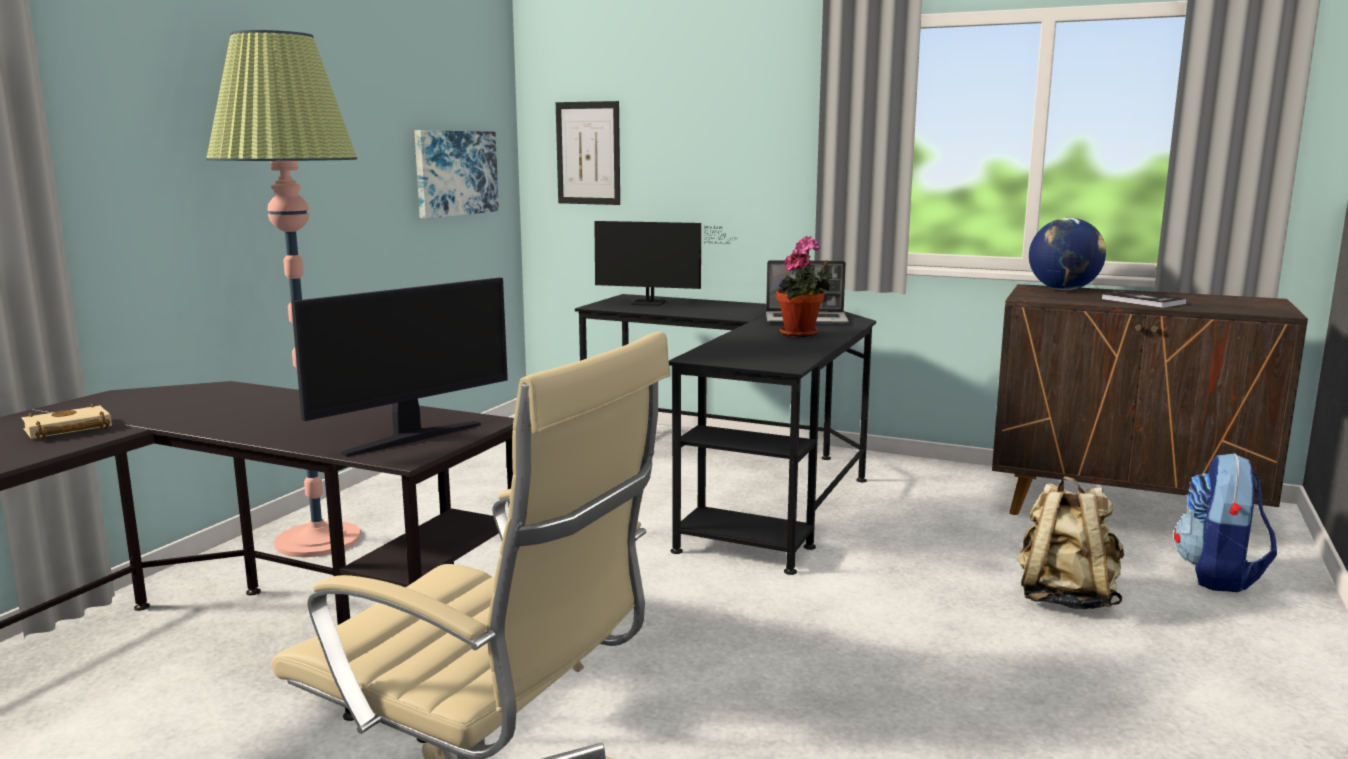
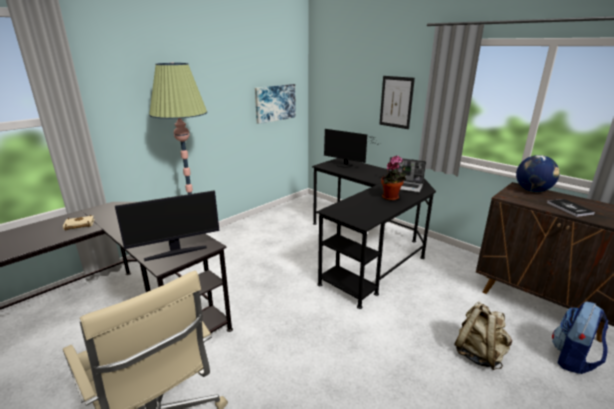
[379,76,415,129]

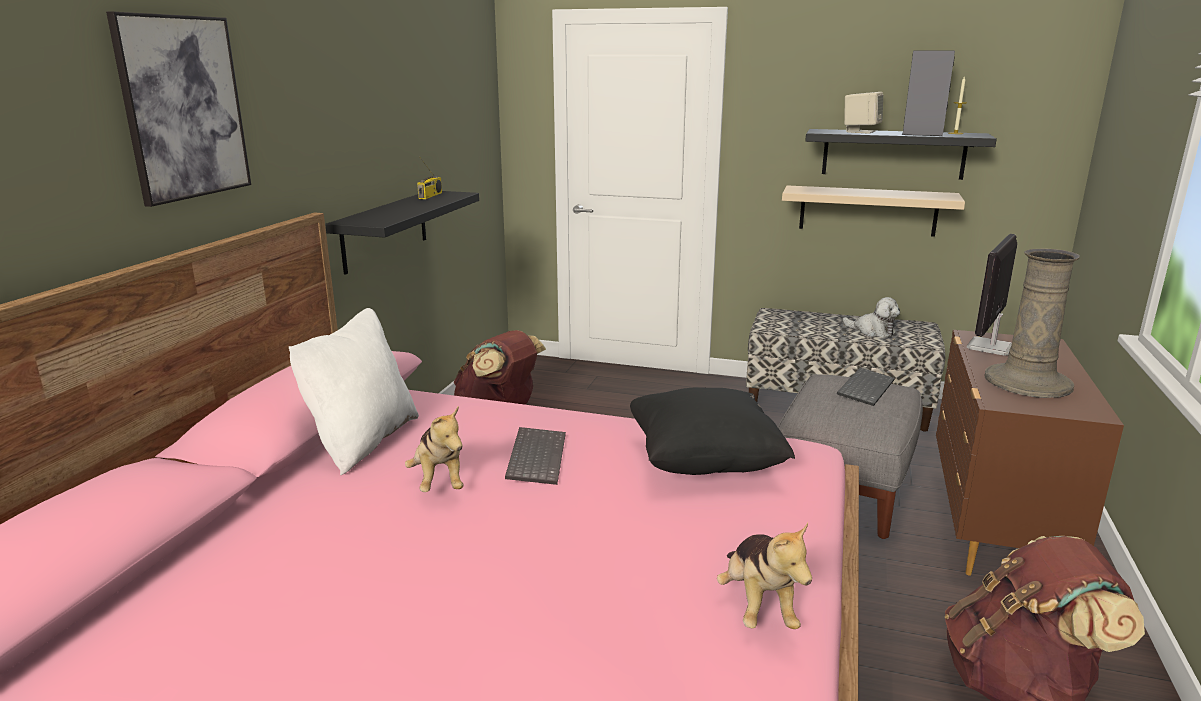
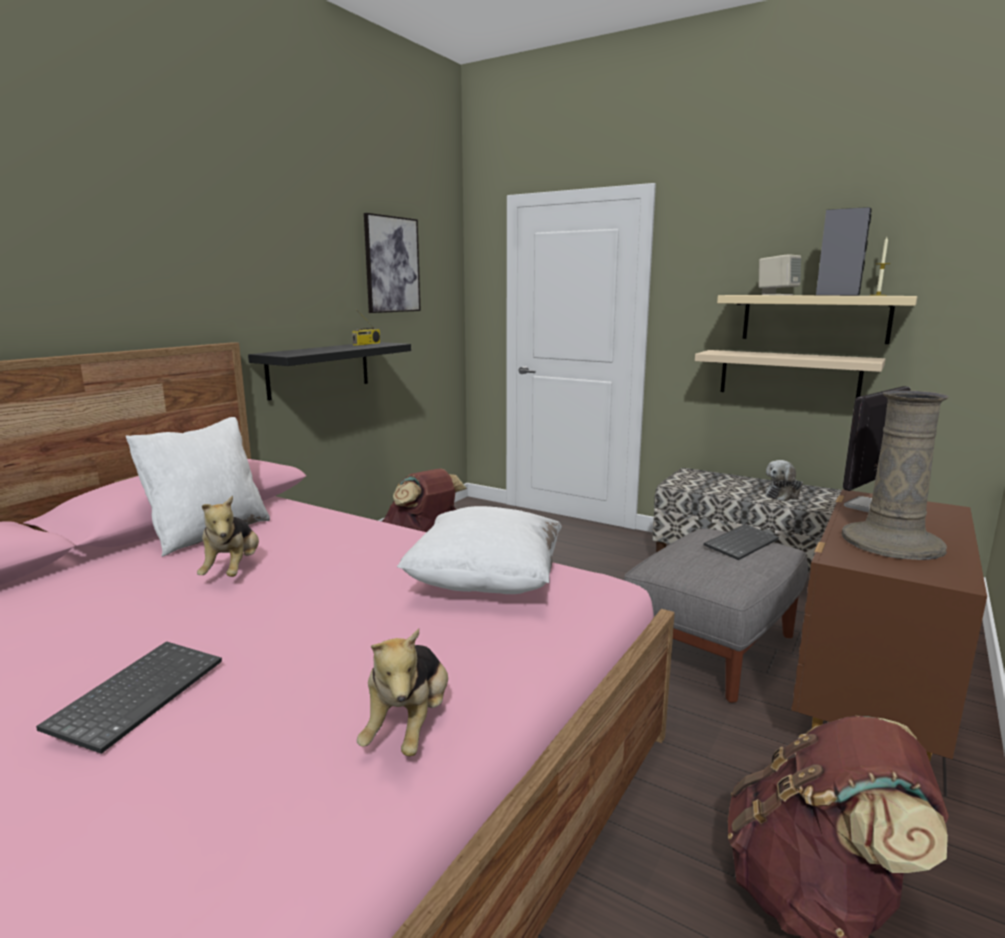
[364,213,421,313]
[36,641,222,754]
[397,506,562,594]
[717,295,917,344]
[765,460,803,501]

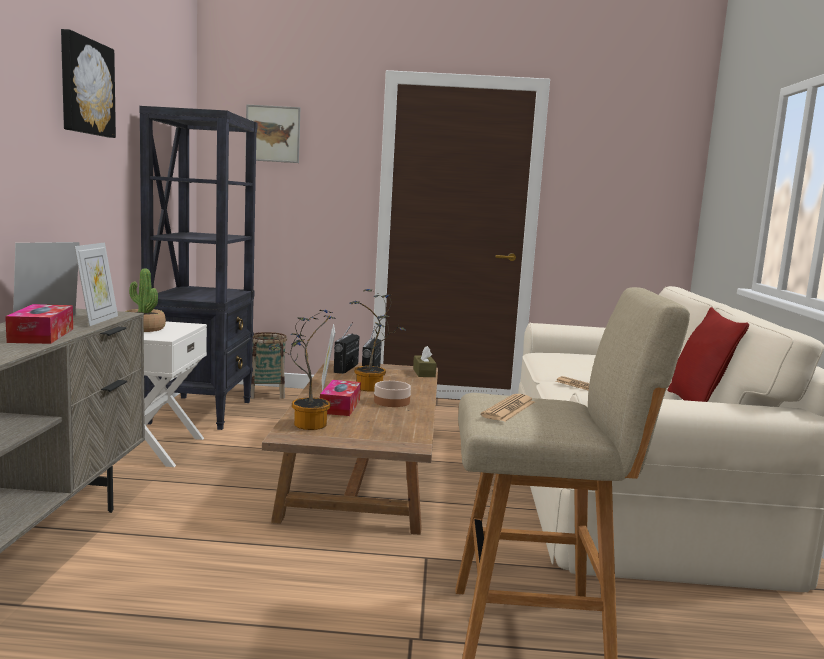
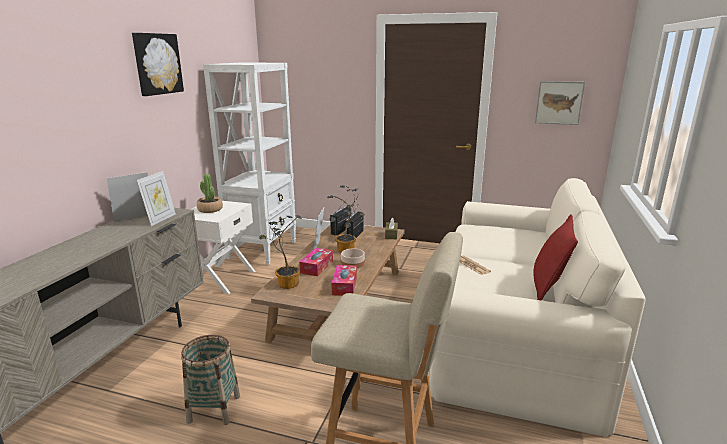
[481,394,535,422] (first image)
[331,265,357,296]
[535,81,585,125]
[181,335,240,425]
[203,62,296,265]

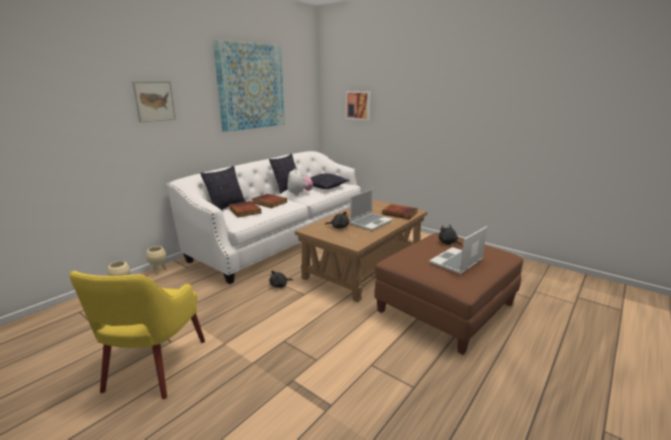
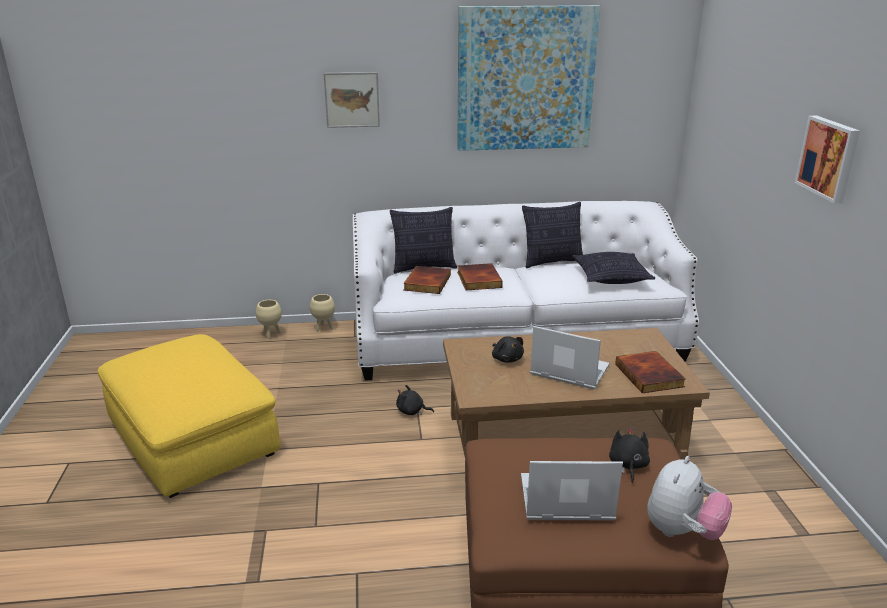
[647,456,732,540]
[795,116,860,204]
[98,334,280,498]
[530,326,609,389]

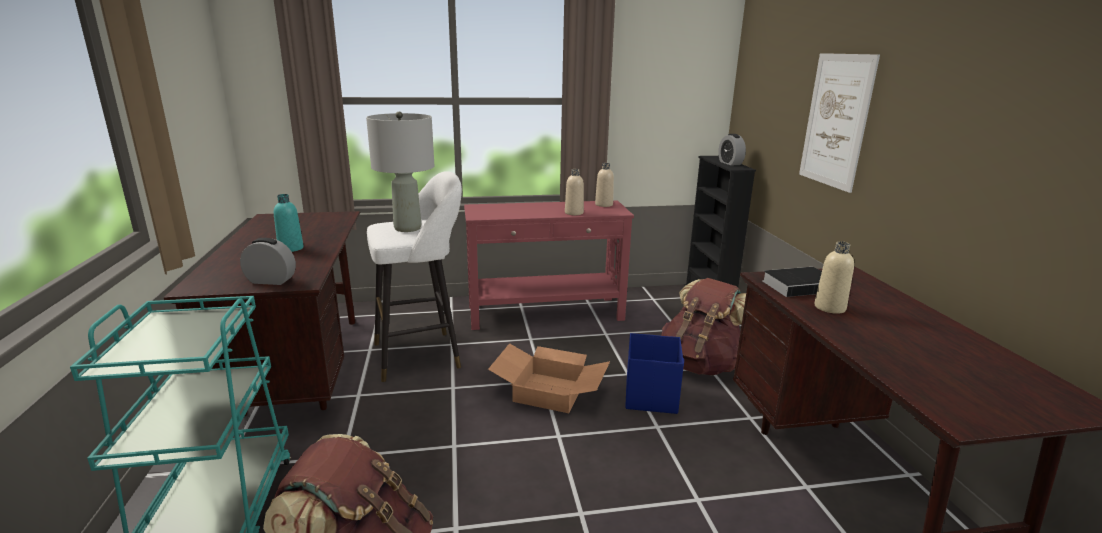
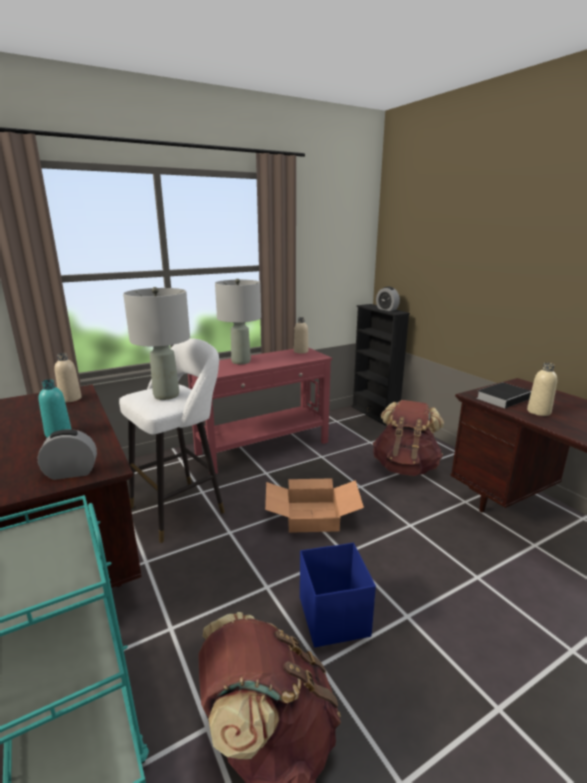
[799,53,880,193] (first image)
[215,279,261,364]
[54,353,81,402]
[300,542,376,647]

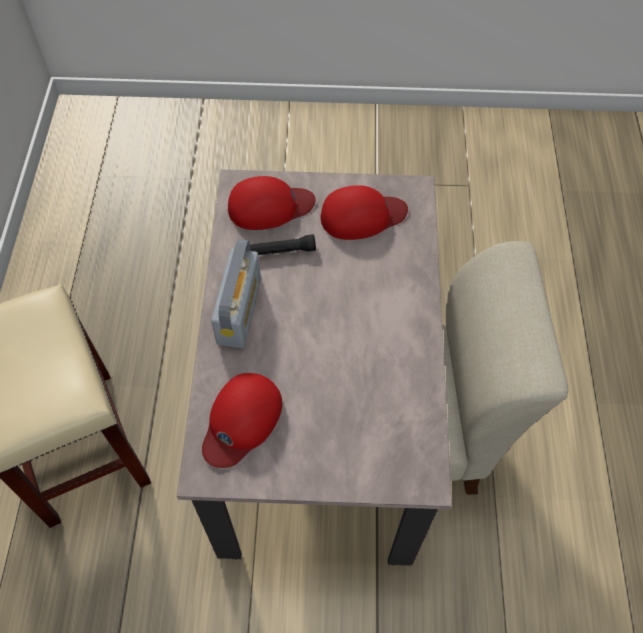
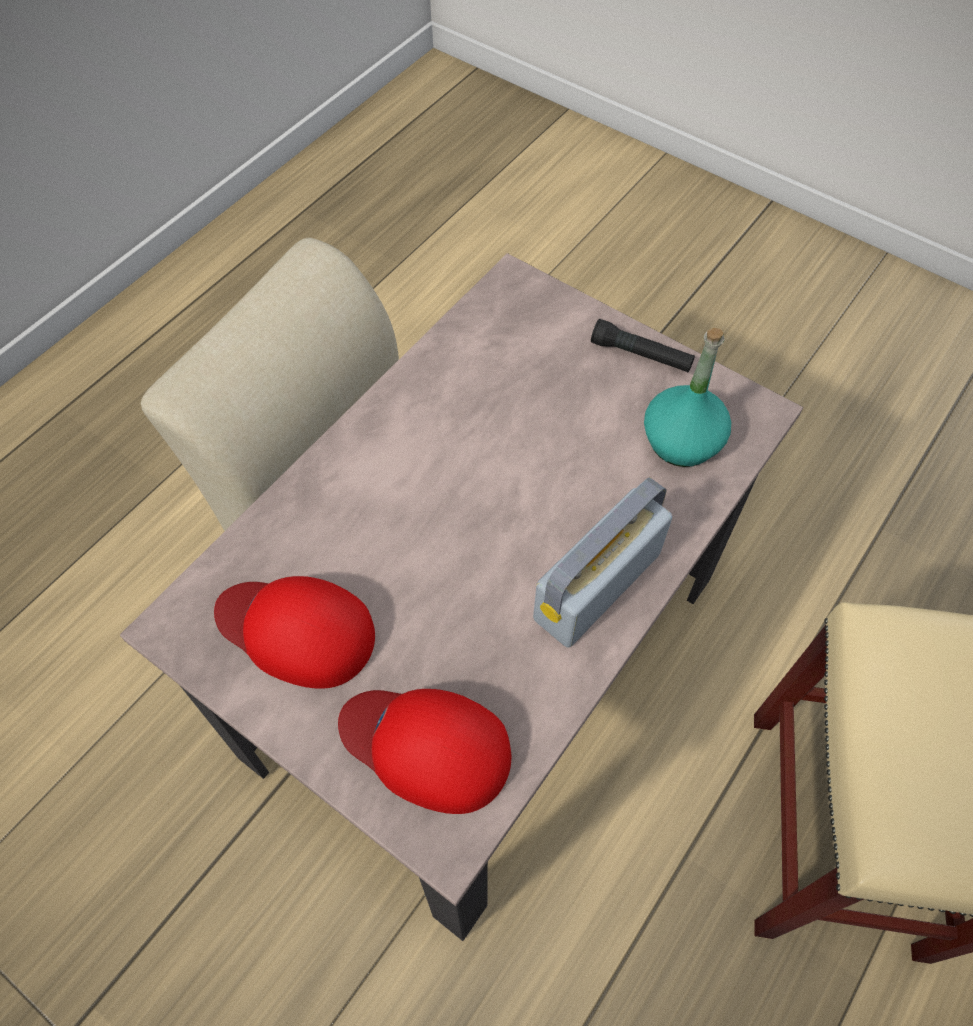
[591,319,695,372]
[644,328,731,467]

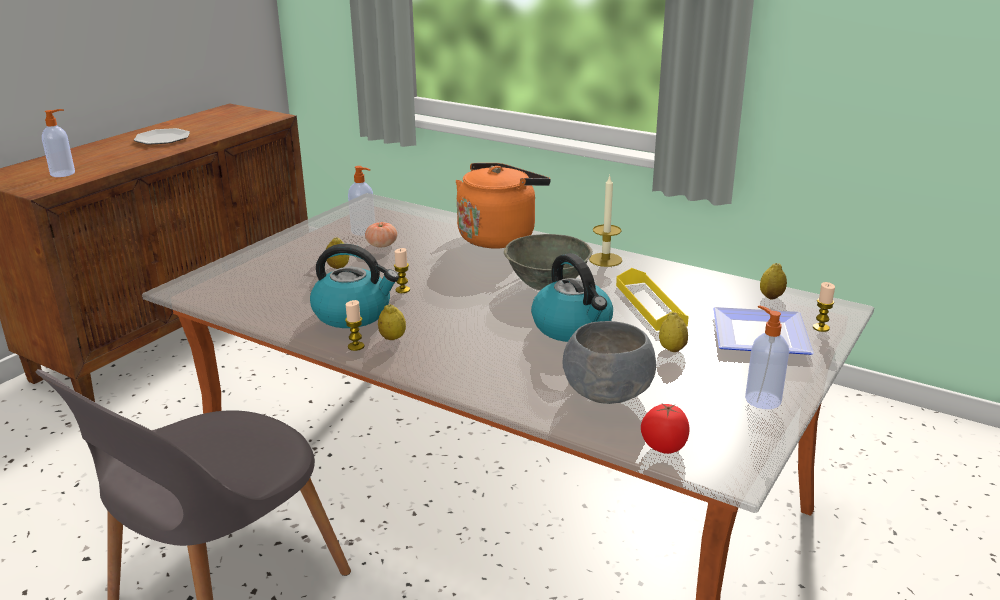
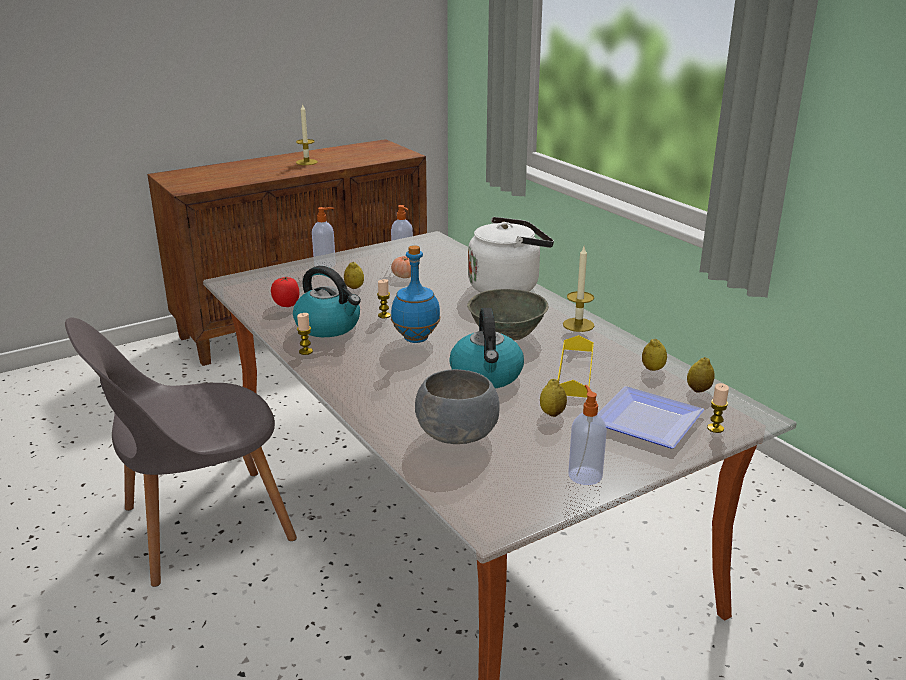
[391,245,440,343]
[312,207,336,268]
[642,339,667,371]
[271,277,299,307]
[296,103,318,165]
[468,217,554,293]

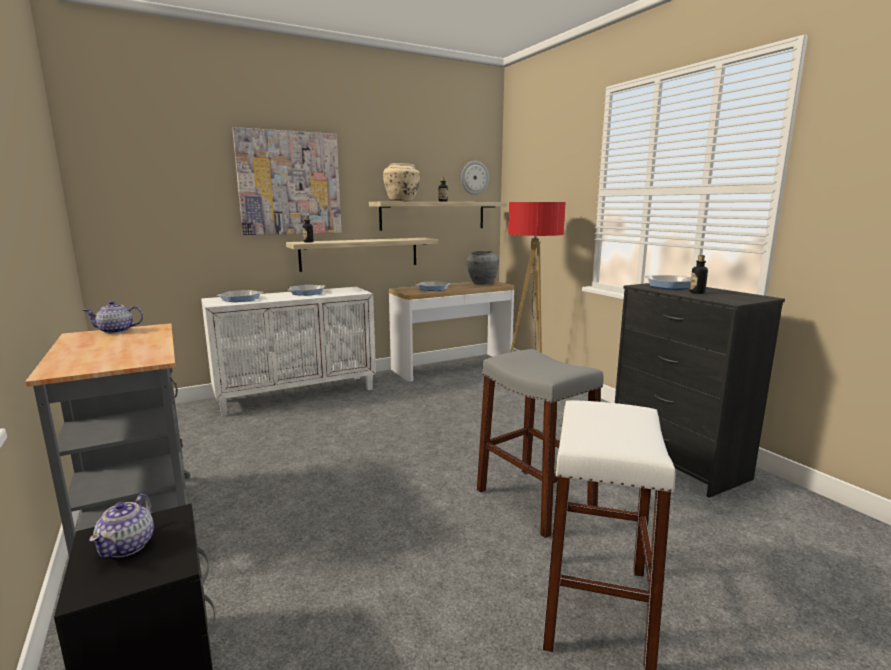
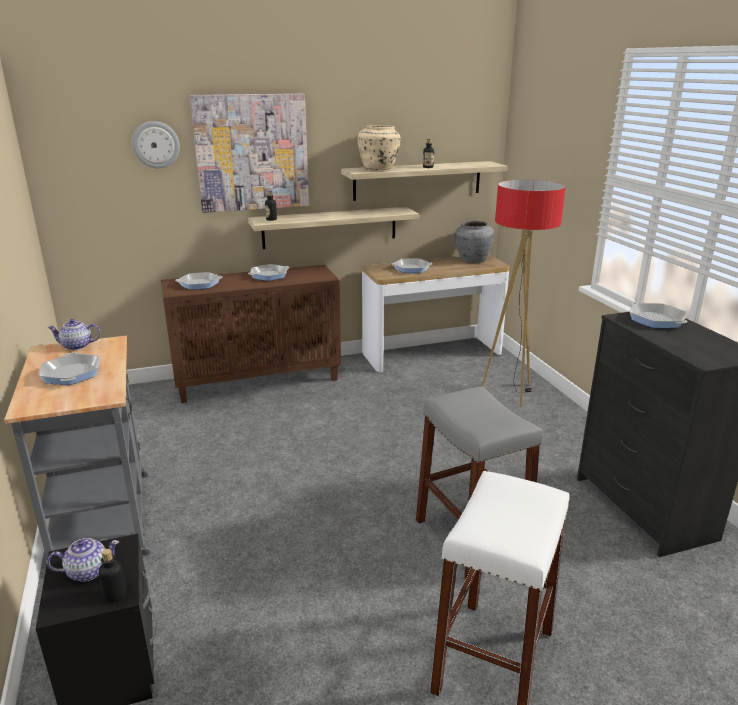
[39,352,100,385]
[132,121,180,168]
[99,549,127,603]
[161,265,341,403]
[47,538,119,582]

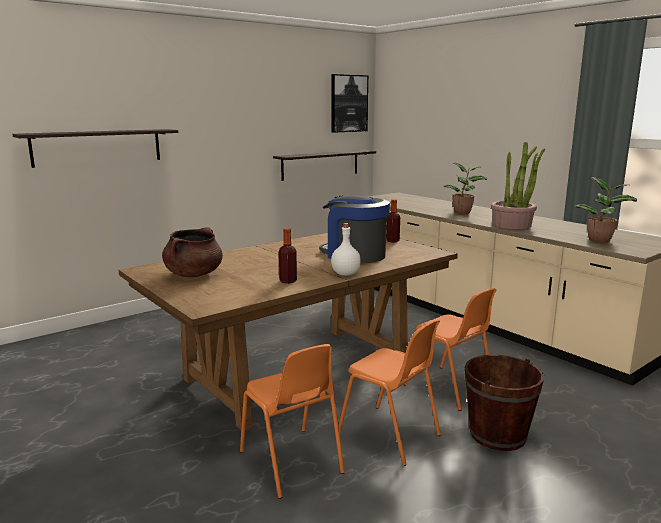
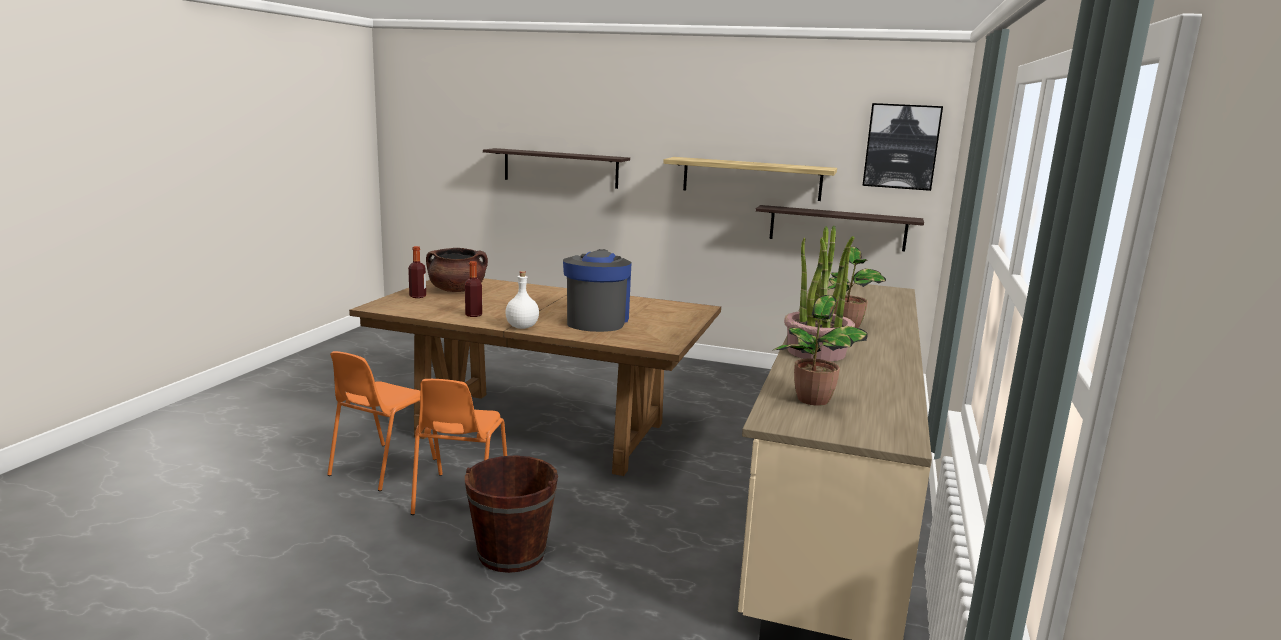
[404,288,496,411] (first image)
[663,157,837,201]
[408,246,426,298]

